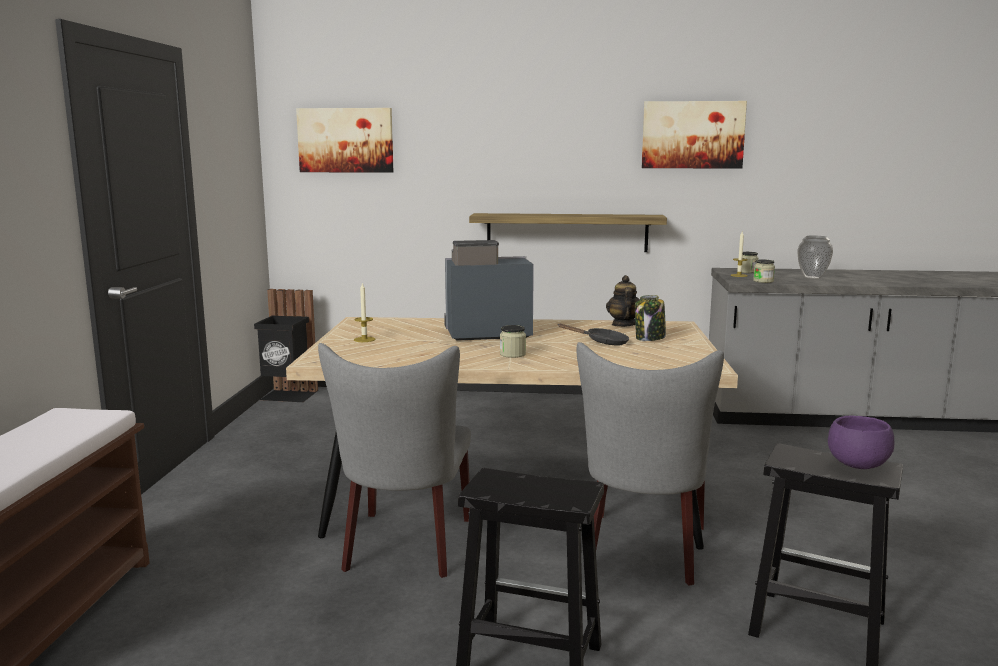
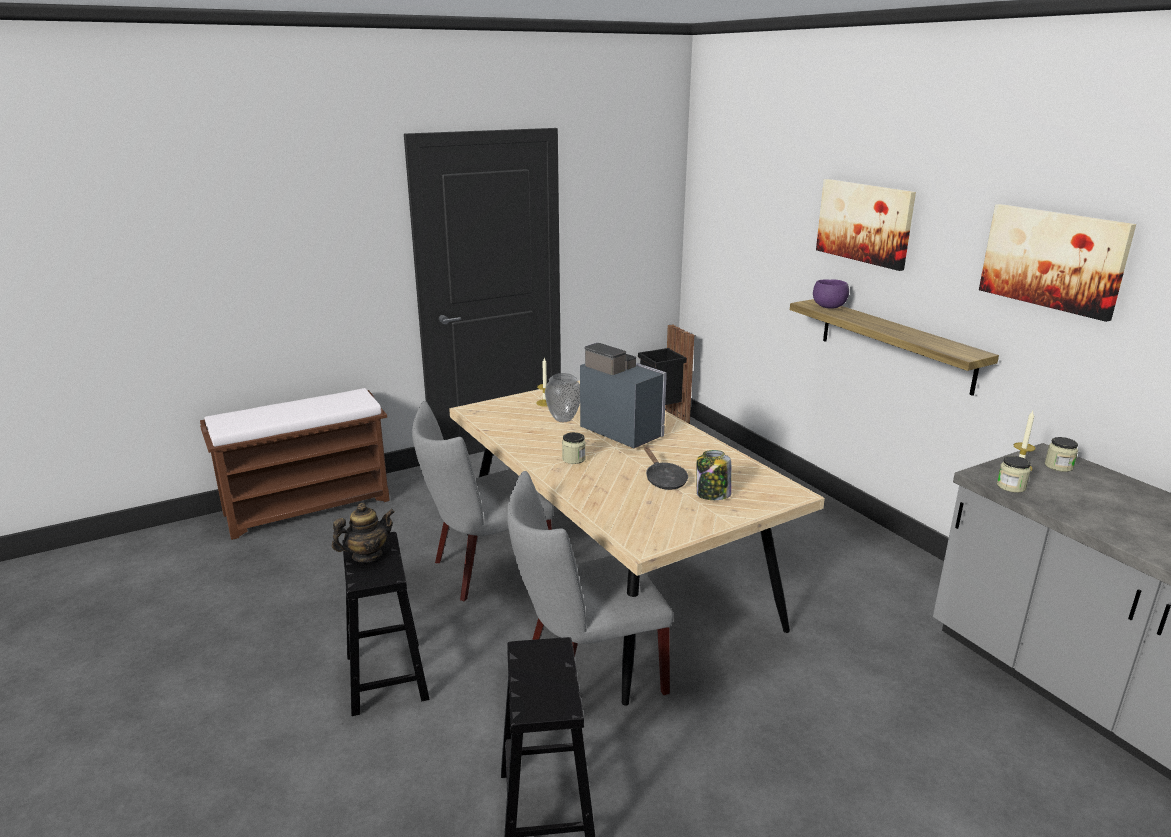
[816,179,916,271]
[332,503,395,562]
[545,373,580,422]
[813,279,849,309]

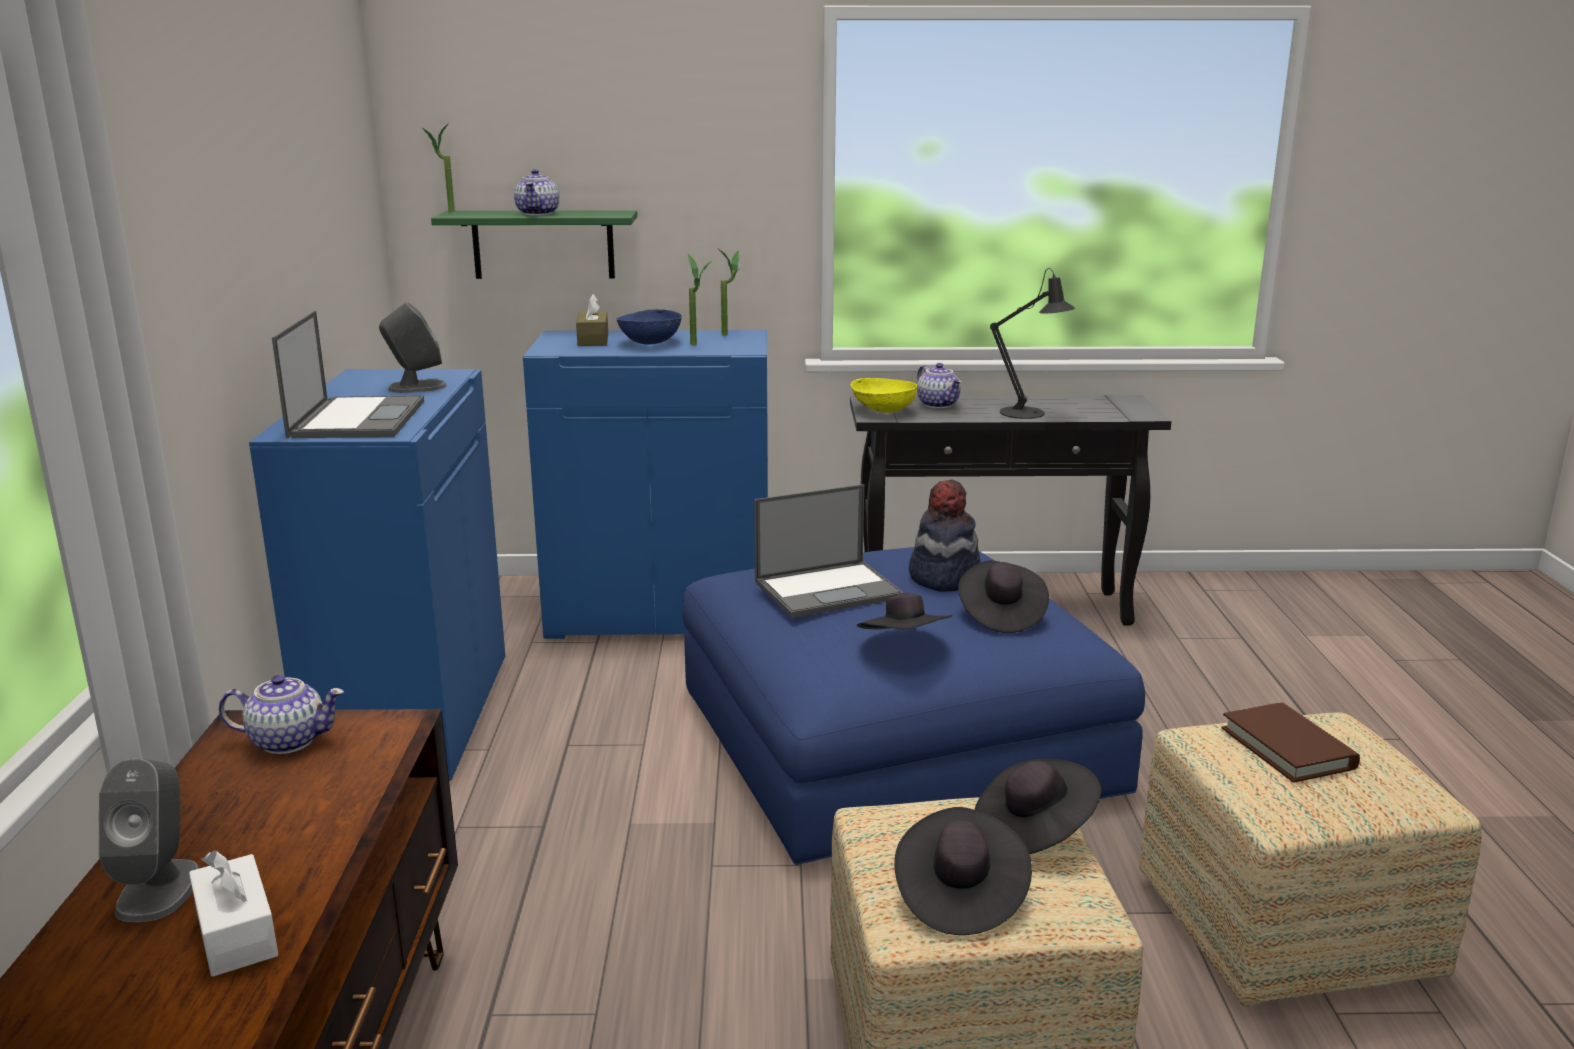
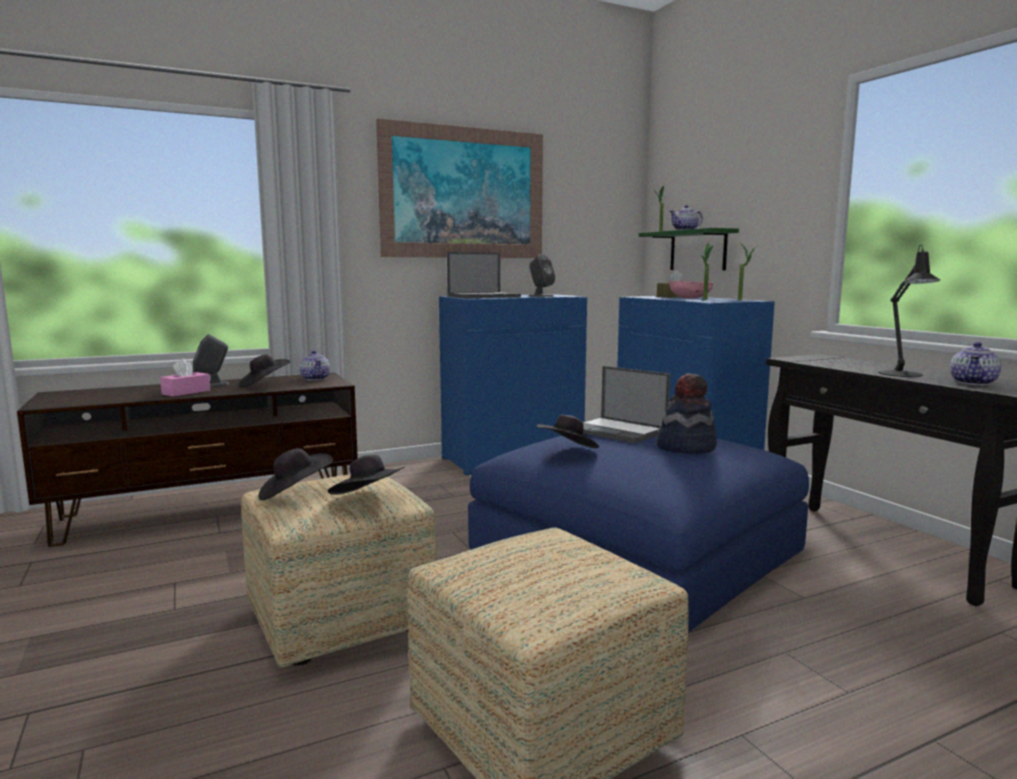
[851,378,917,413] (first image)
[1221,703,1360,783] (first image)
[376,118,543,258]
[950,342,1001,385]
[239,354,290,387]
[160,359,210,397]
[669,281,714,299]

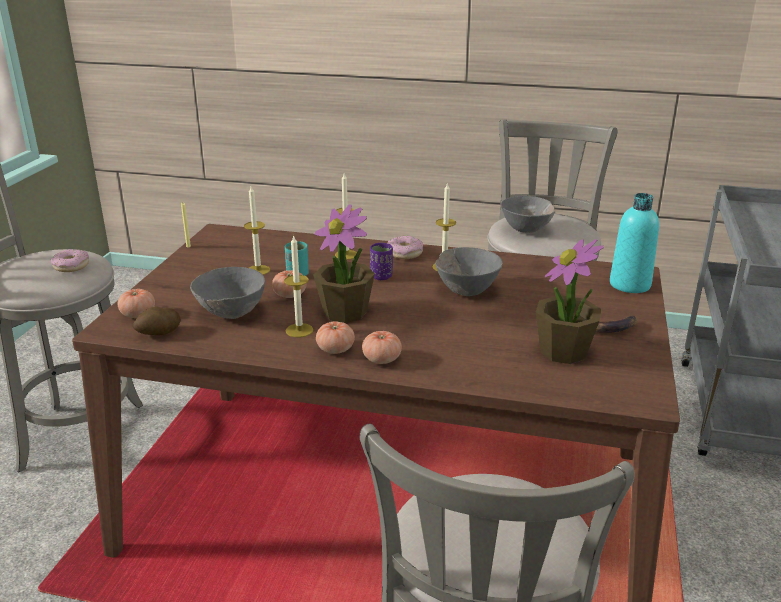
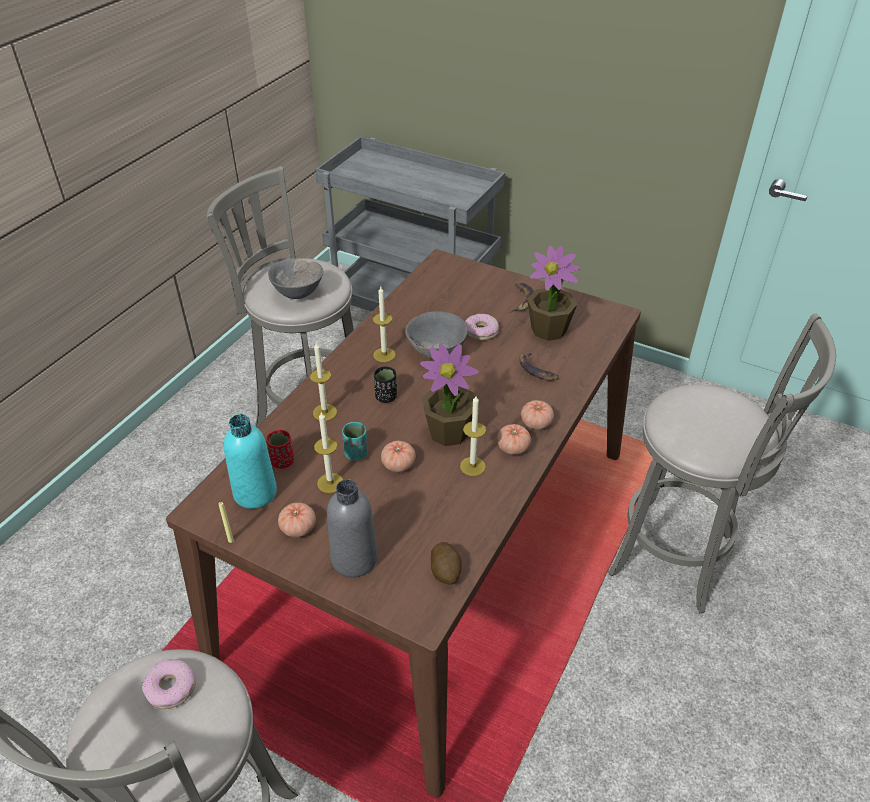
[190,267,265,319] (first image)
[266,430,294,469]
[327,479,378,577]
[519,352,559,380]
[278,503,316,537]
[465,314,499,340]
[224,414,277,509]
[374,367,397,403]

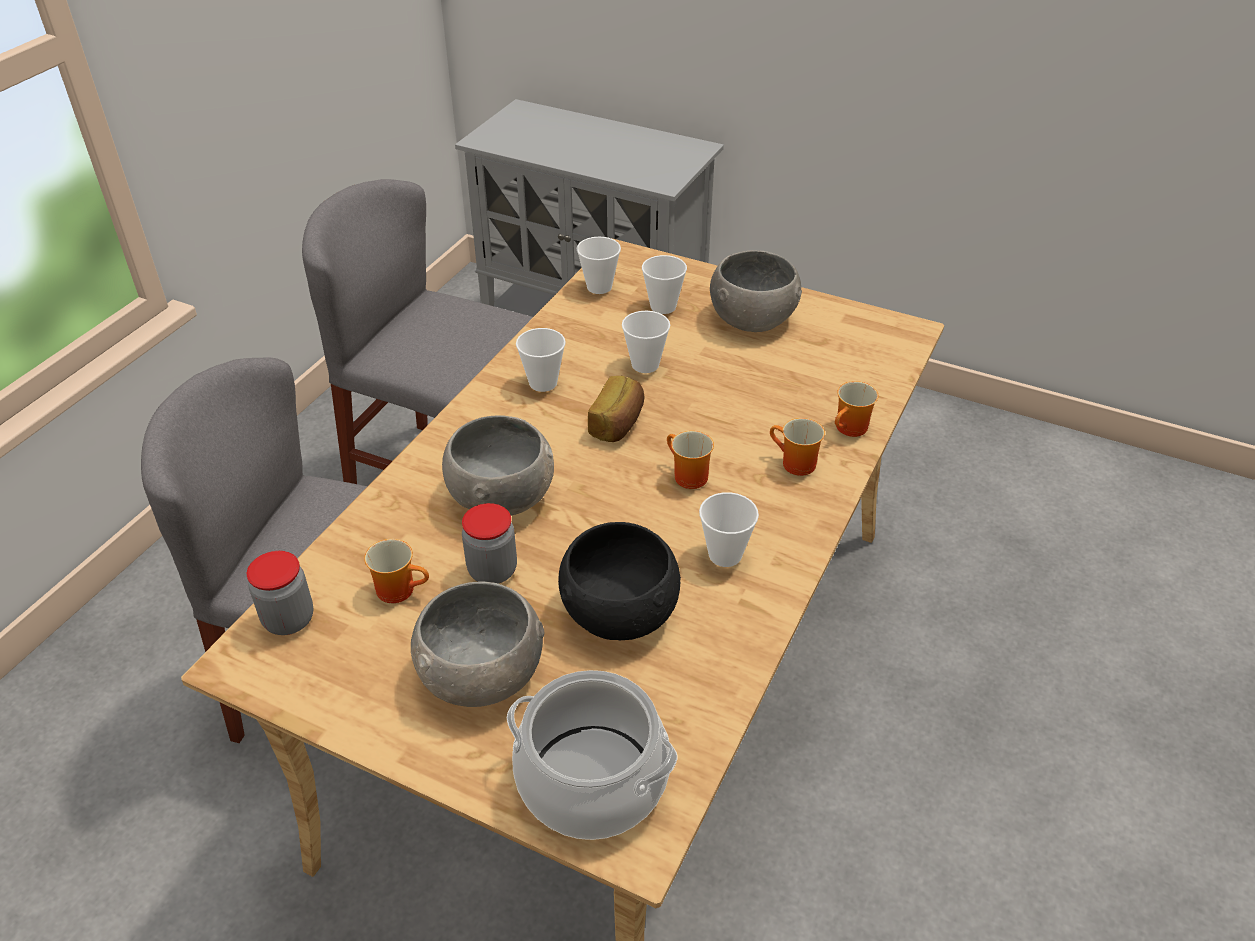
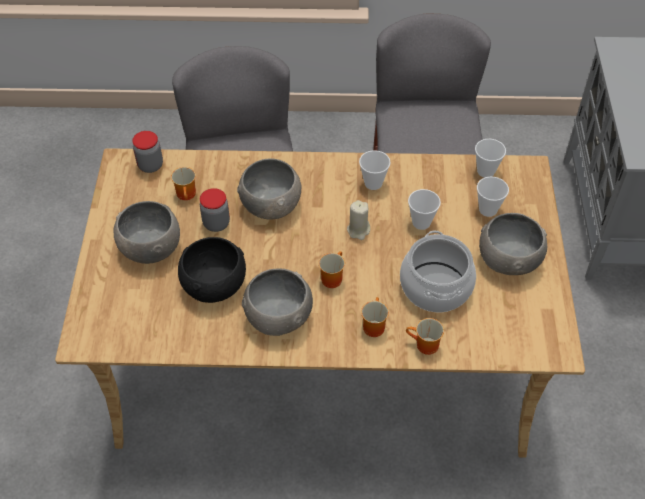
[400,231,476,312]
[347,200,370,240]
[242,268,313,336]

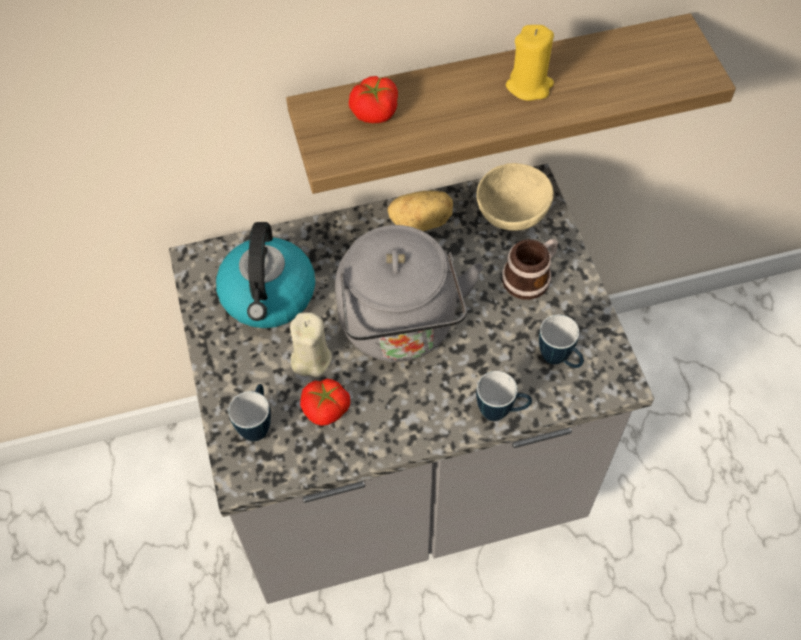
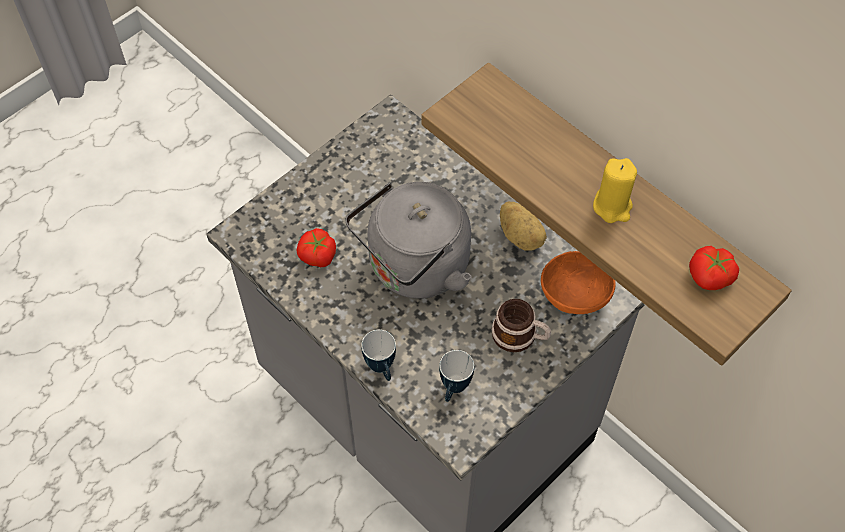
[216,222,315,328] (first image)
[228,384,271,441] (first image)
[290,312,332,377] (first image)
[689,246,739,290]
[541,251,616,314]

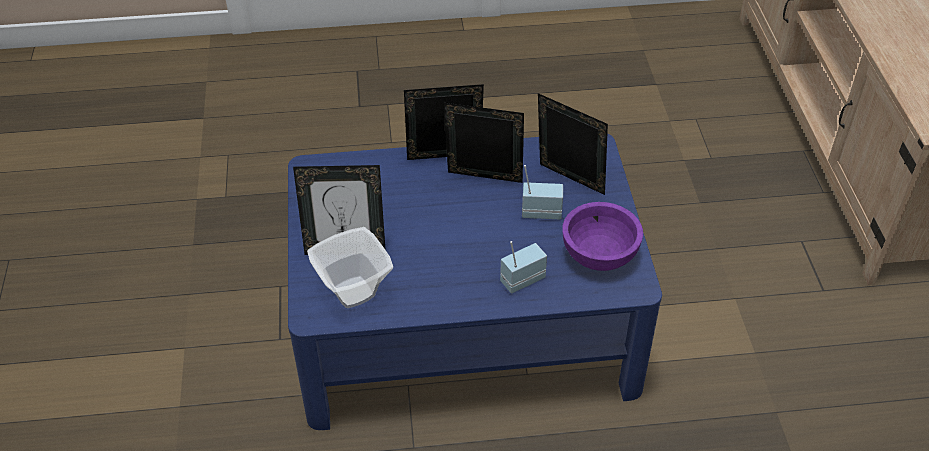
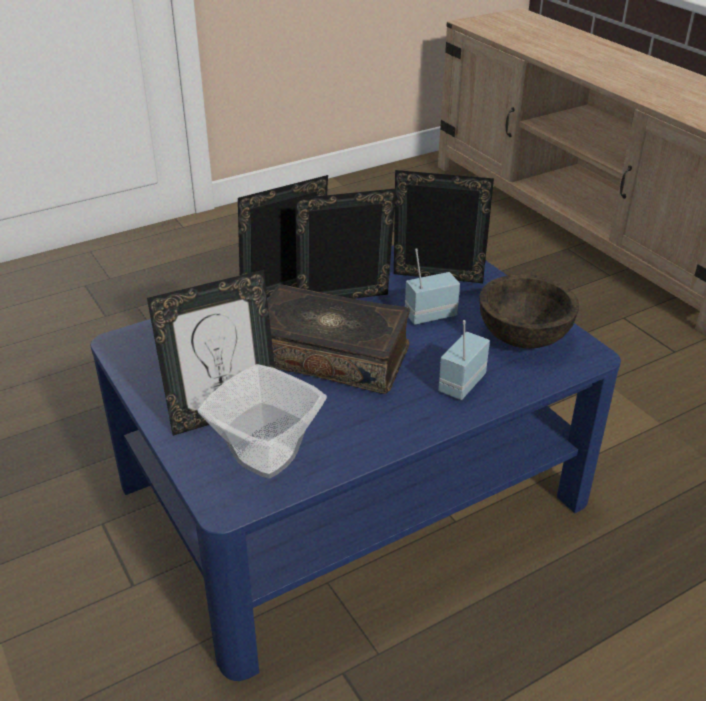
[267,284,410,394]
[479,274,579,348]

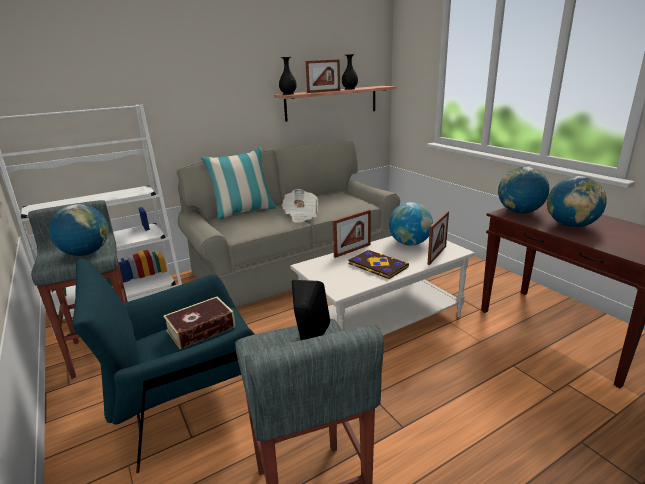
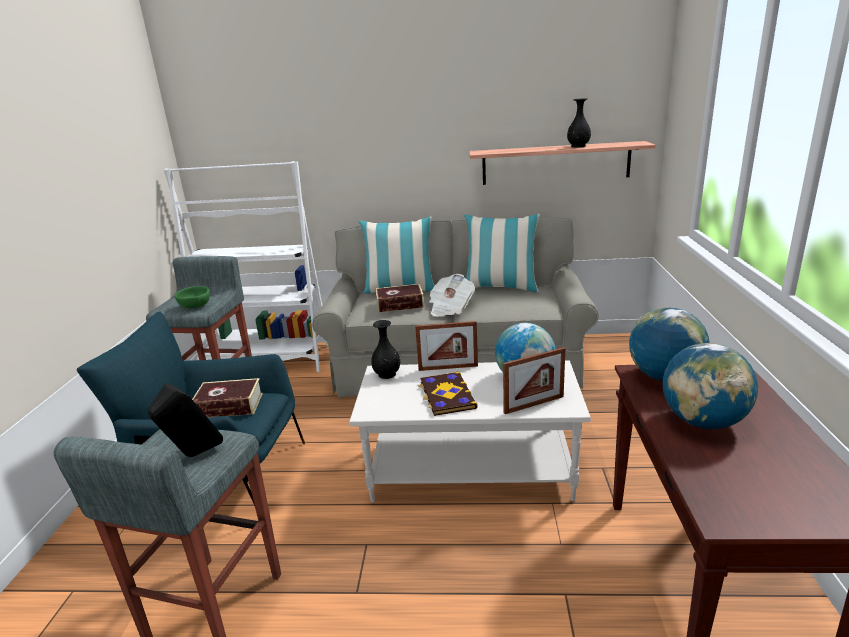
[306,60,340,93] (first image)
[376,284,424,313]
[464,214,540,292]
[371,320,400,379]
[175,286,210,309]

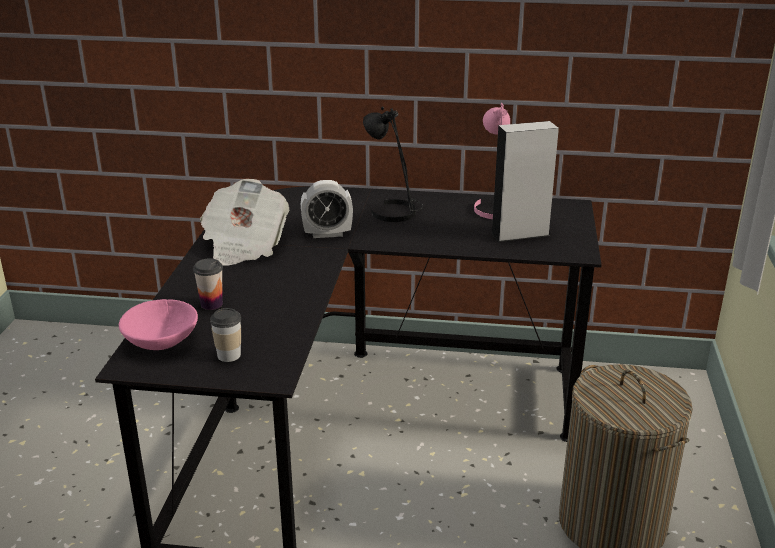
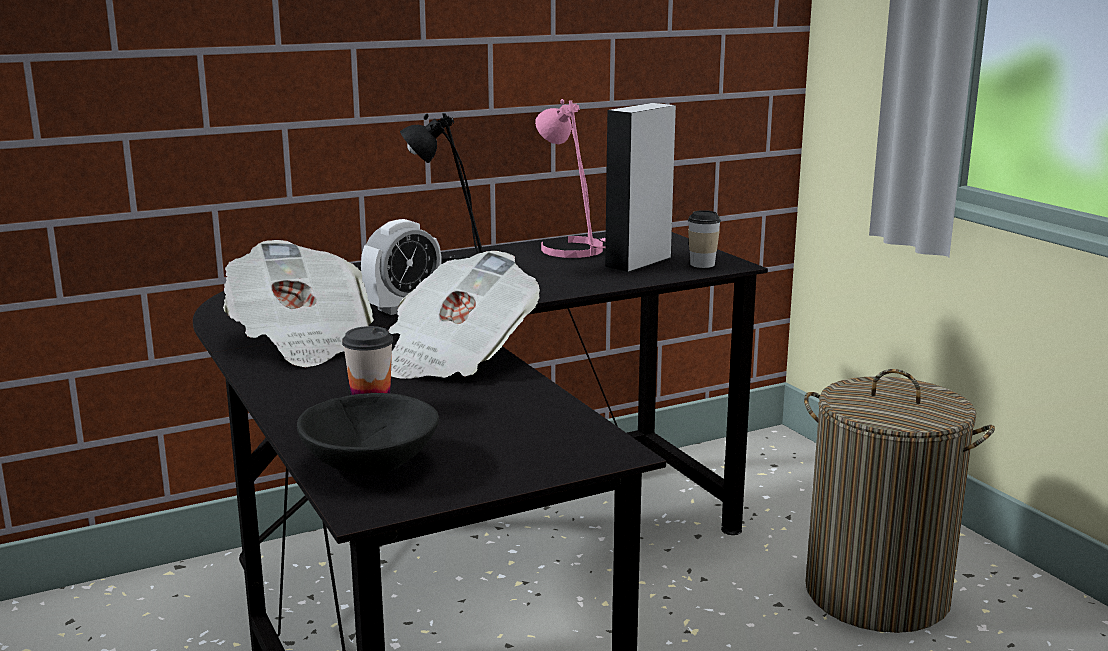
[388,251,540,379]
[688,210,721,268]
[297,393,439,475]

